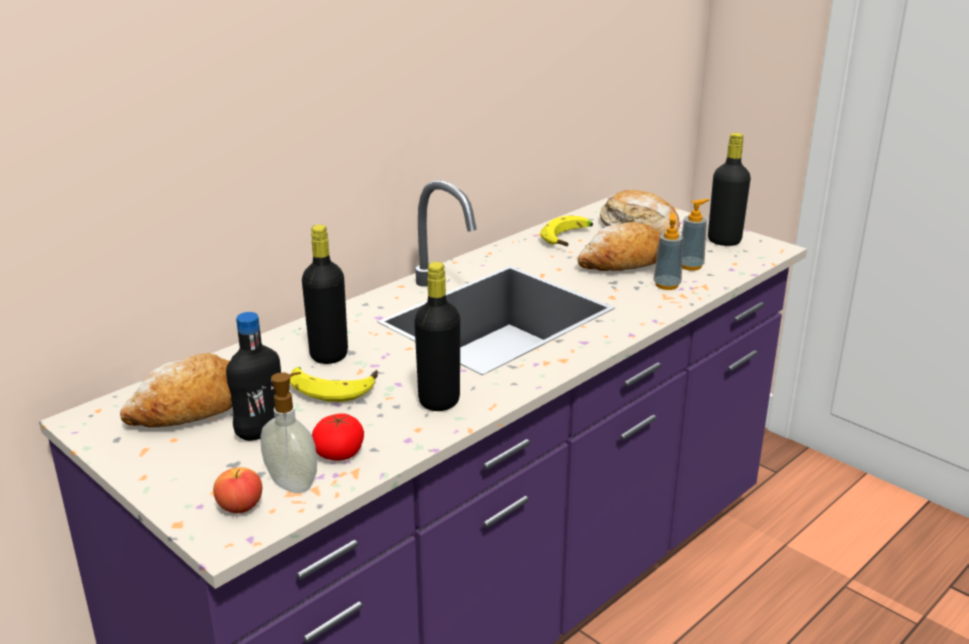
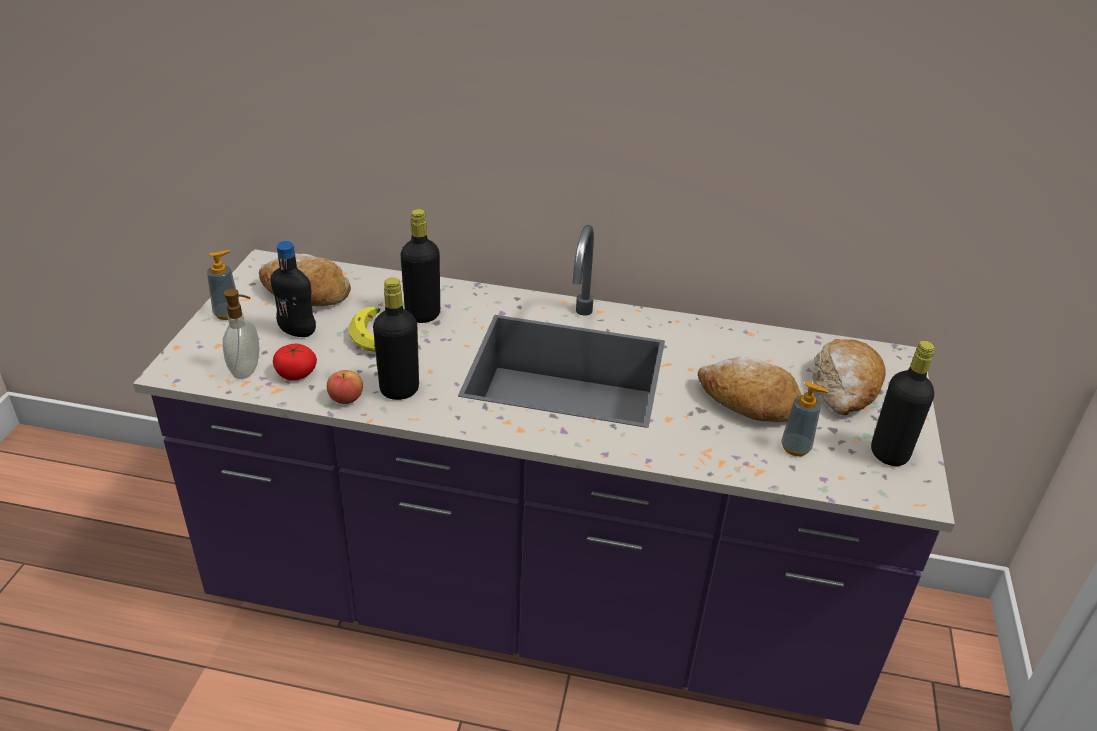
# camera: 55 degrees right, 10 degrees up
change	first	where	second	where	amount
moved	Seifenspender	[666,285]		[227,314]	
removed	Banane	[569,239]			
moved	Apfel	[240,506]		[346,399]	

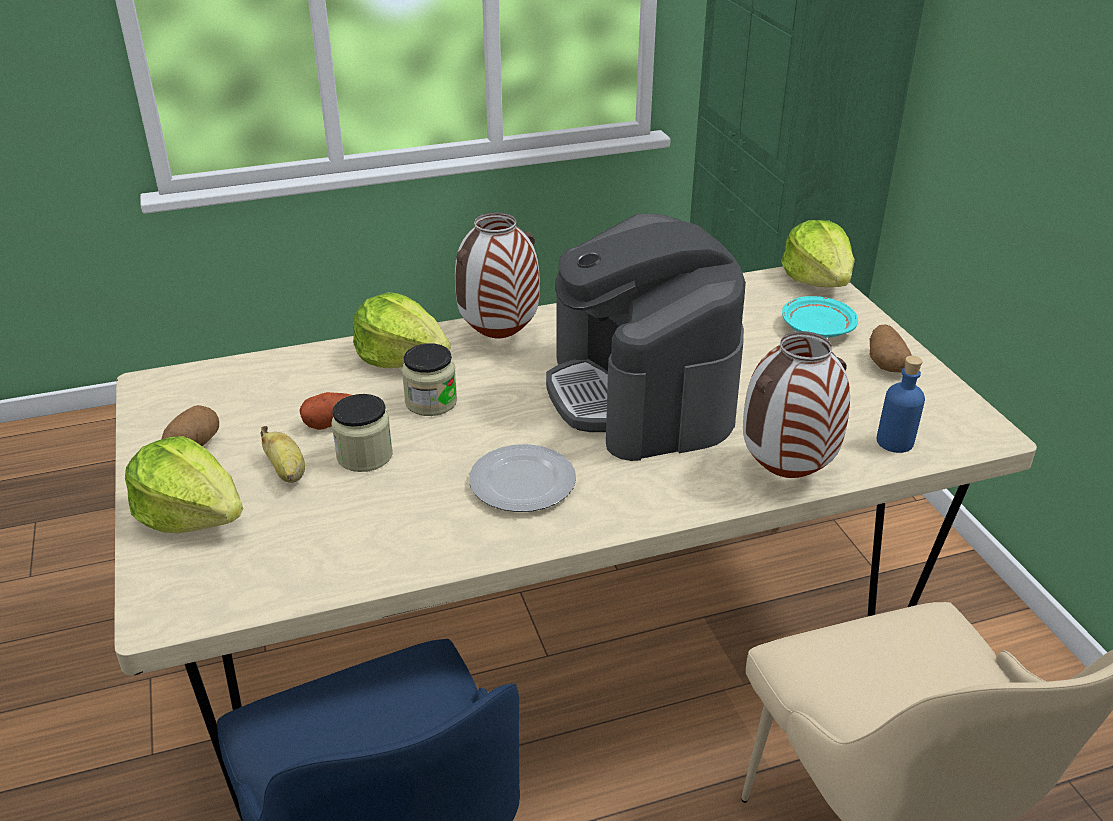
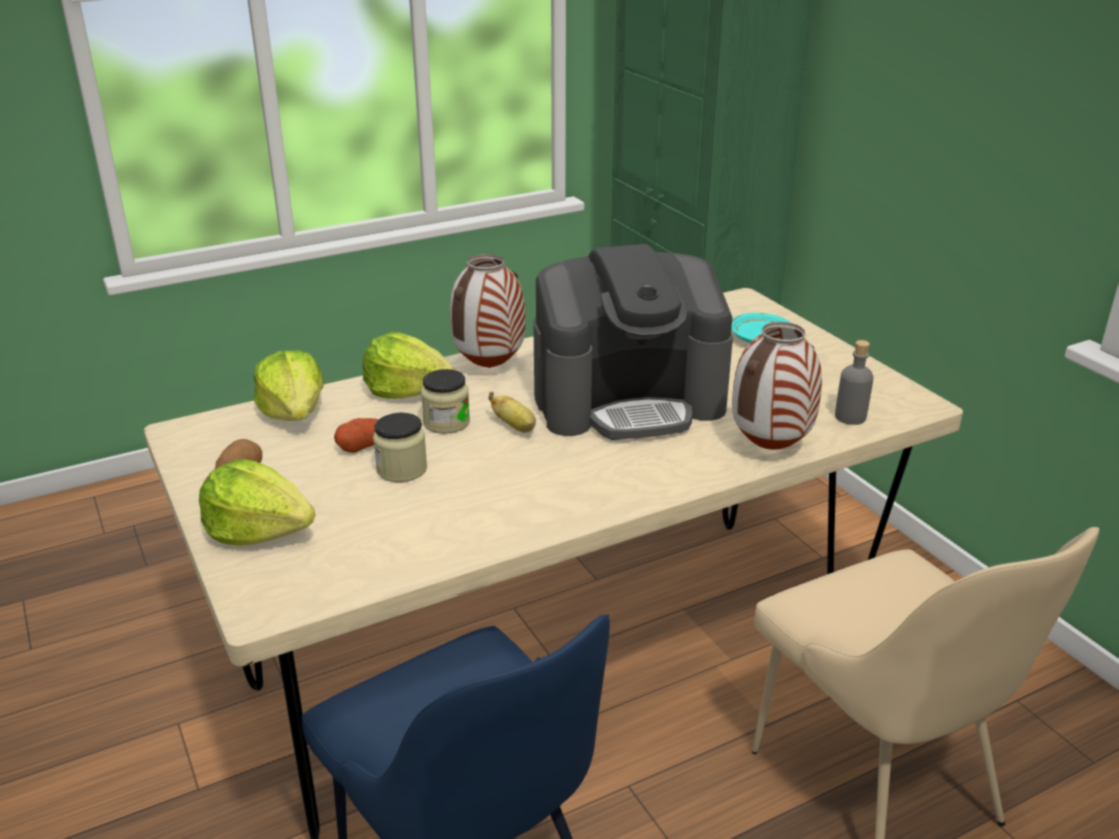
# camera: 10 degrees left, 5 degrees down
change	first	where	second	where	amount
turned	Kaffeemaschine	[641,394]		[629,400]	75 degrees counterclockwise
moved	Salatkopf	[818,280]		[294,413]	
removed	Kartoffel	[885,363]			
recoloured	Flasche [blau]	[895,442]	Flasche [grau]	[850,417]	
moved	Banane	[287,472]		[515,427]	
removed	Teller	[521,483]			

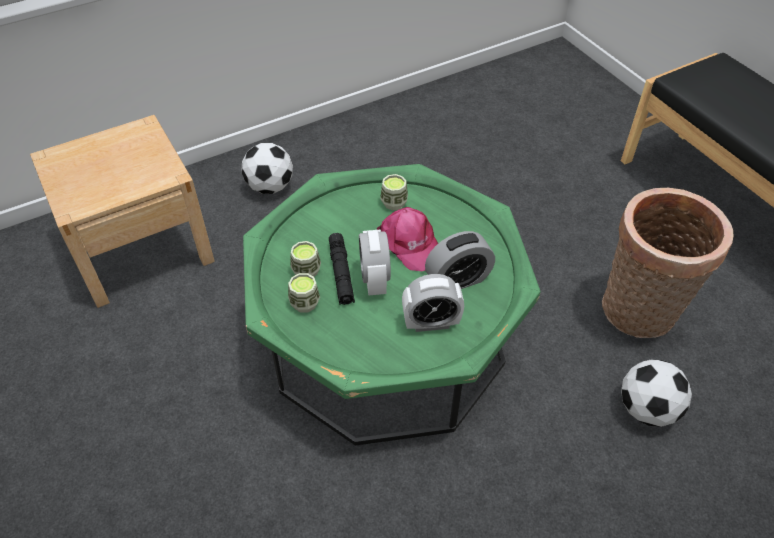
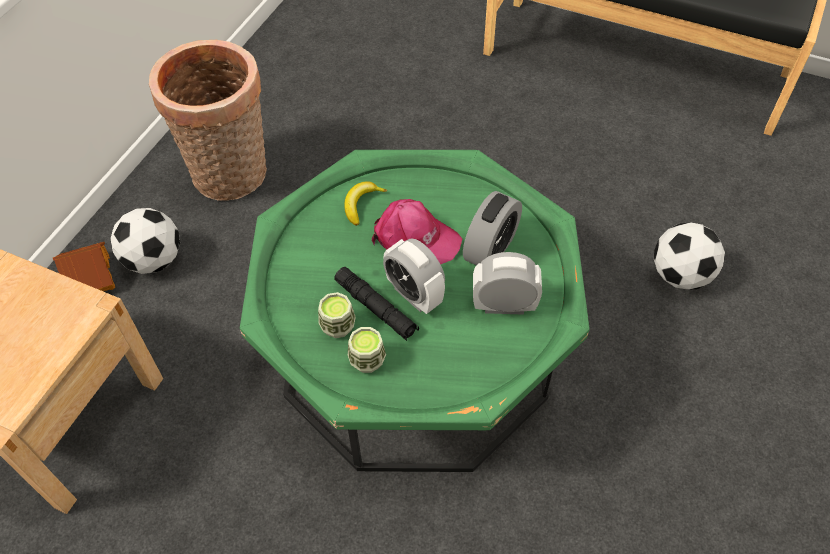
# camera: 35 degrees left, 5 degrees up
change	first	where	second	where	amount
replaced	Tasse	[394,203]	Banane	[361,204]	
moved	Korb	[639,314]		[232,177]	
turned	Wecker	[431,323]		[504,306]	135 degrees counterclockwise
added			Spielzeughaus	[90,277]	

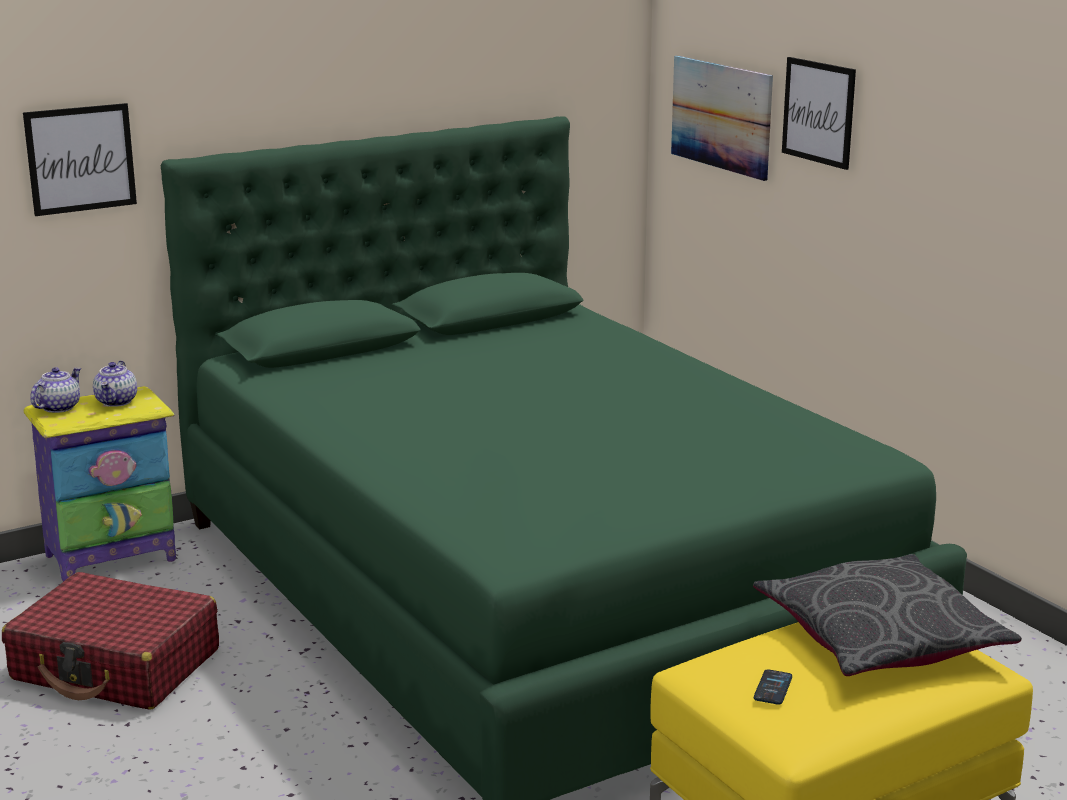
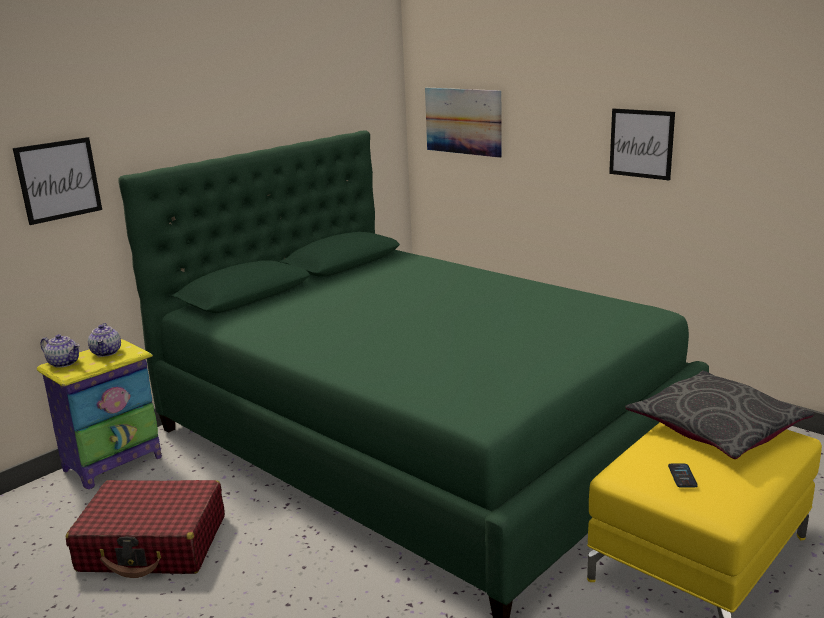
# camera: 15 degrees left, 0 degrees up
change	first	where	second	where	amount
moved	Bild	[818,112]		[641,143]	
turned	Teekanne	[58,407]		[64,363]	105 degrees clockwise

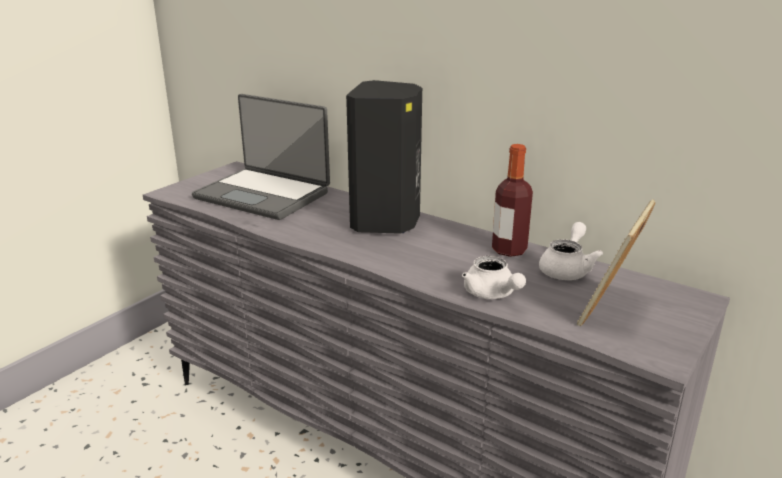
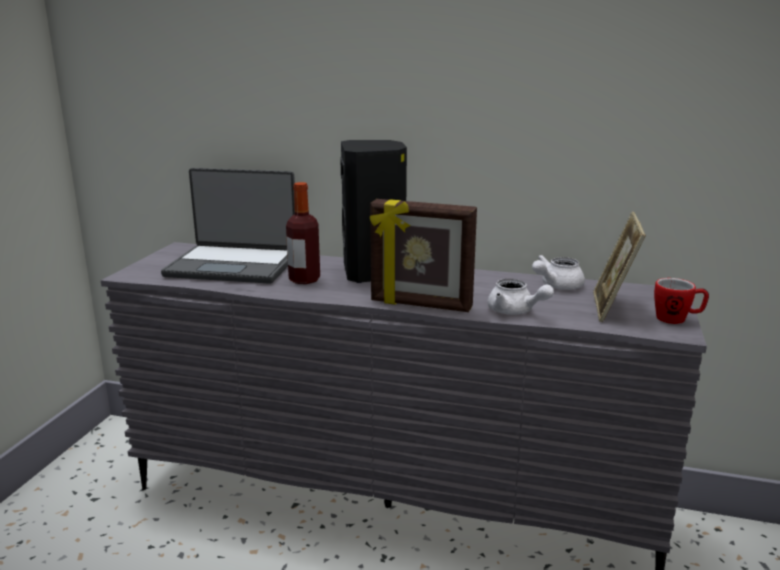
# camera: 20 degrees left, 5 degrees down
change	first	where	second	where	amount
moved	Flasche	[509,250]		[304,280]	
turned	Teekanne [weiß]	[567,269]		[556,286]	135 degrees counterclockwise
added			Bilderrahmen	[420,305]	
added			Henkelbecher	[677,319]	

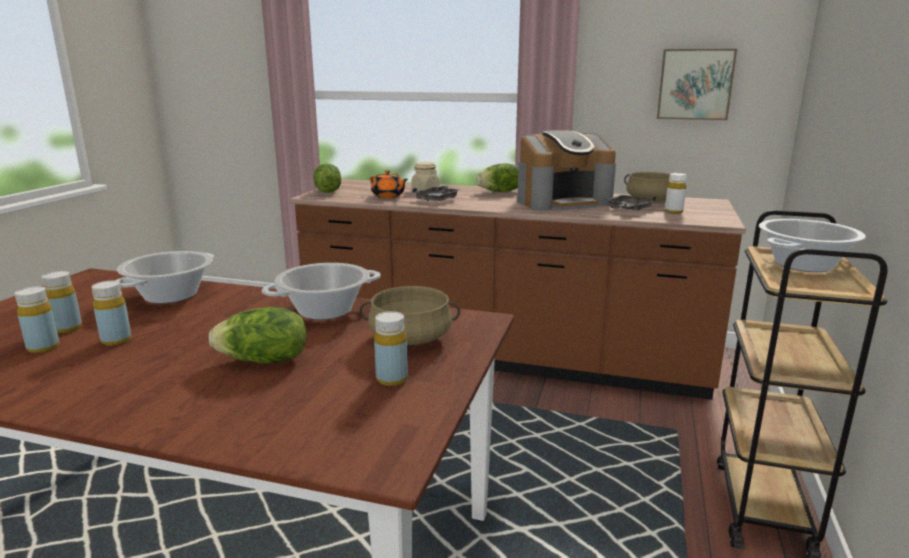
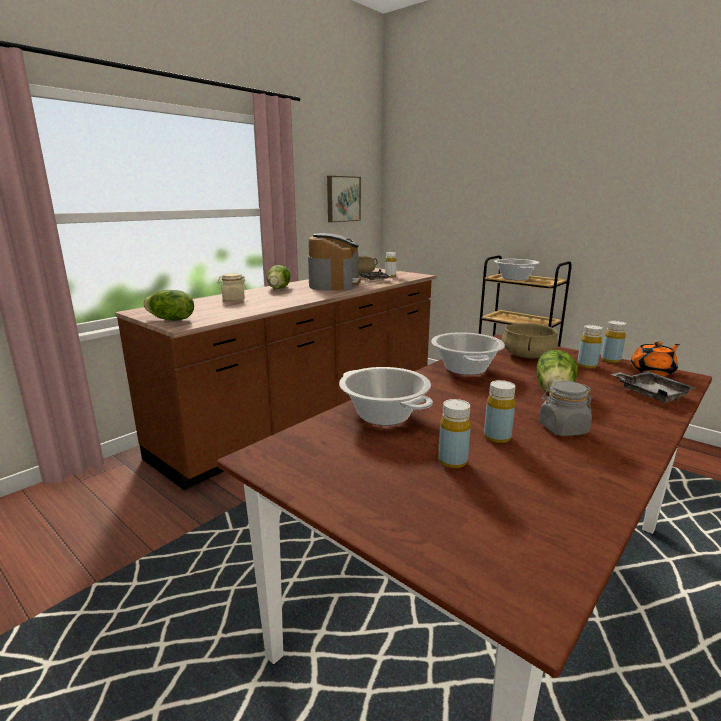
# camera: 65 degrees left, 0 degrees up
change	first	where	second	where	amount
moved	Teekanne [orange]	[388,196]		[653,372]	
moved	Tablett [grau]	[438,199]		[650,393]	
moved	Flasche [gelb]	[43,347]		[610,360]	
added			Vorratsglas [grau]	[562,429]	

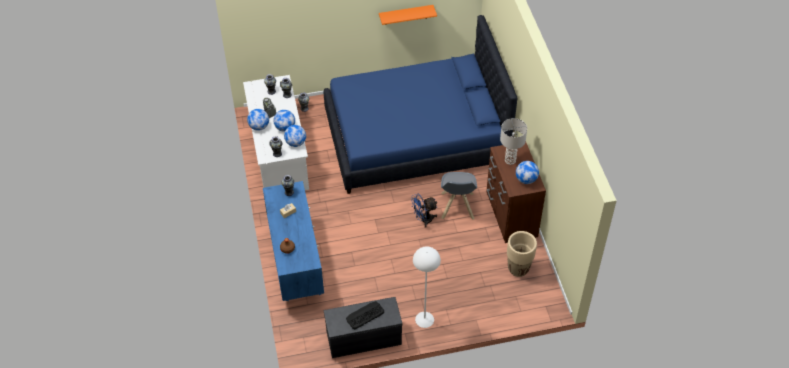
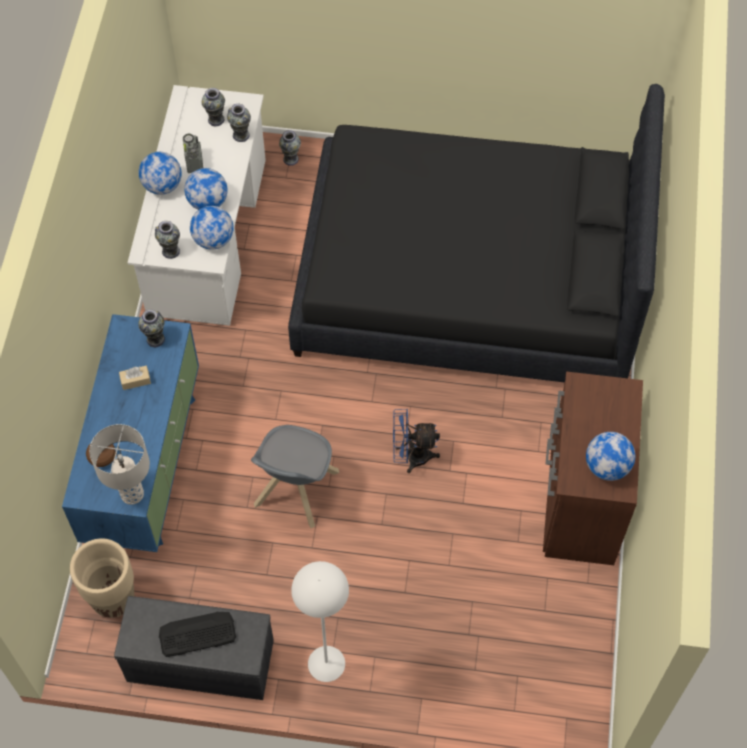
# camera: 20 degrees right, 10 degrees up
change	first	where	second	where	amount
removed	Wandregal [orange]	[406,15]			
recoloured	Bett [blau]	[416,137]	Bett [schwarz]	[468,281]	
moved	Tischlampe [weiß]	[510,160]		[132,494]	
moved	Stuhl [grau]	[457,207]		[295,490]	
moved	Pflanzkübel [beige]	[518,269]		[113,599]	

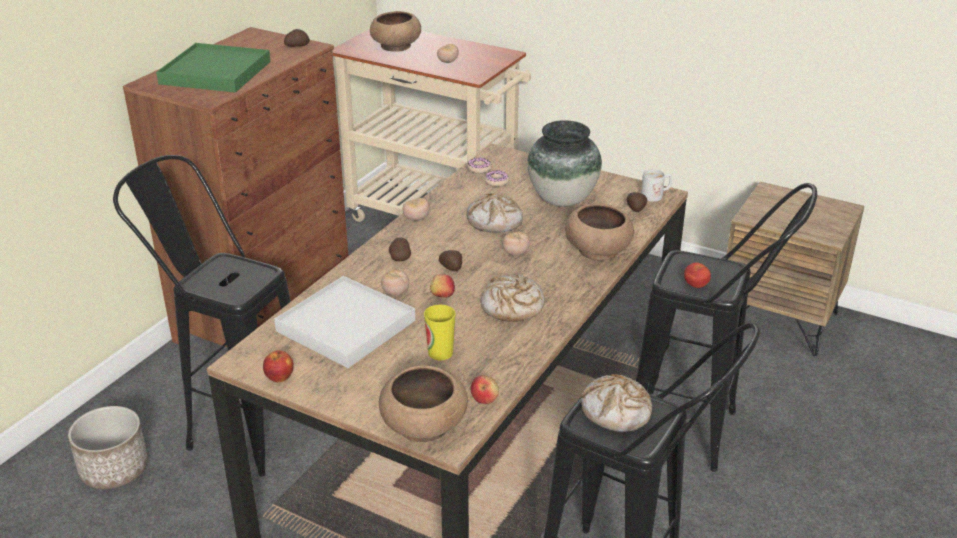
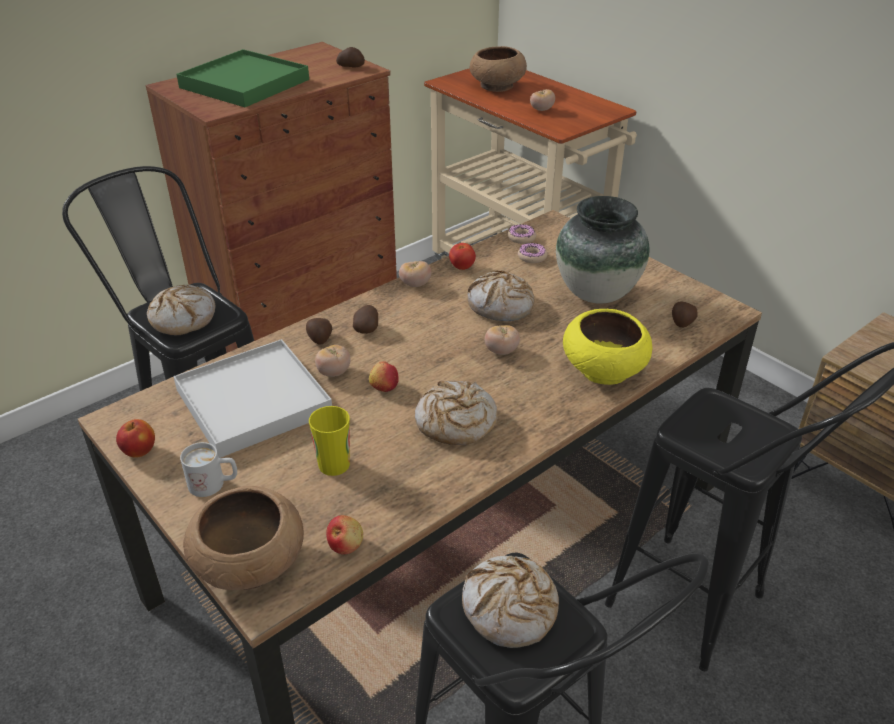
# camera: 20 degrees right, 5 degrees up
change	first	where	second	where	amount
moved	Henkelbecher [weiß]	[656,195]		[214,484]	
recoloured	Schüssel [braun]	[598,250]	Schüssel [gelb]	[604,369]	
moved	Kartoffel	[451,268]		[319,339]	
moved	Tomate	[696,285]		[462,267]	
removed	Pflanzkübel	[114,469]			
added			Brot	[183,318]	

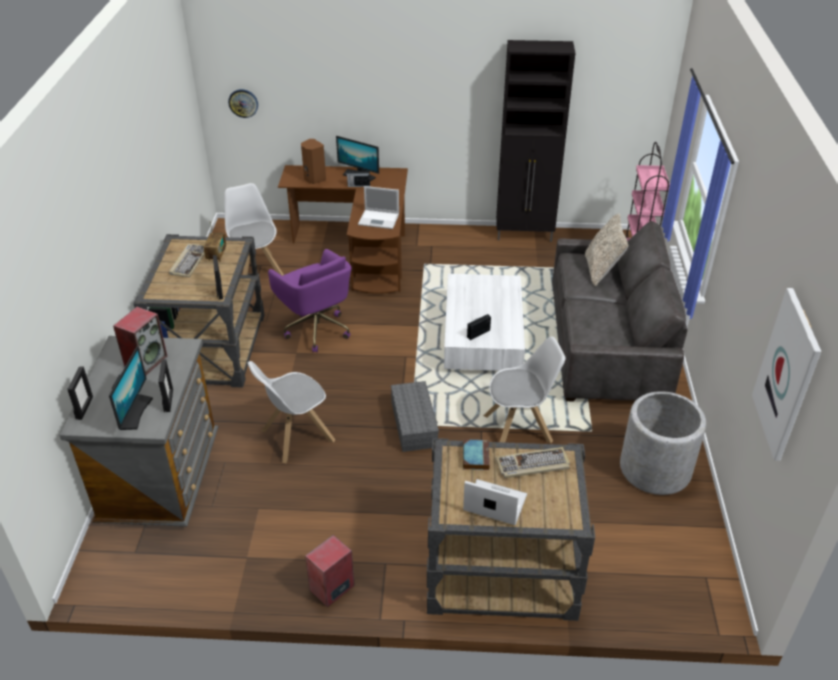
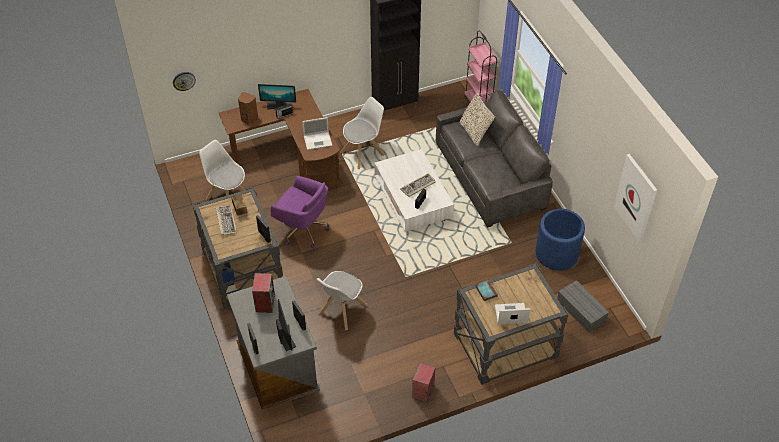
# camera: 25 degrees left, 10 degrees up
change	first	where	second	where	amount
moved	Stuhl	[520,428]		[363,153]	
moved	Aufbewahrungsbox [grau]	[413,423]		[580,310]	
recoloured	Pflanzkübel [grau]	[655,469]	Pflanzkübel [blau]	[557,254]	
moved	Tastatur	[532,465]		[418,186]	

